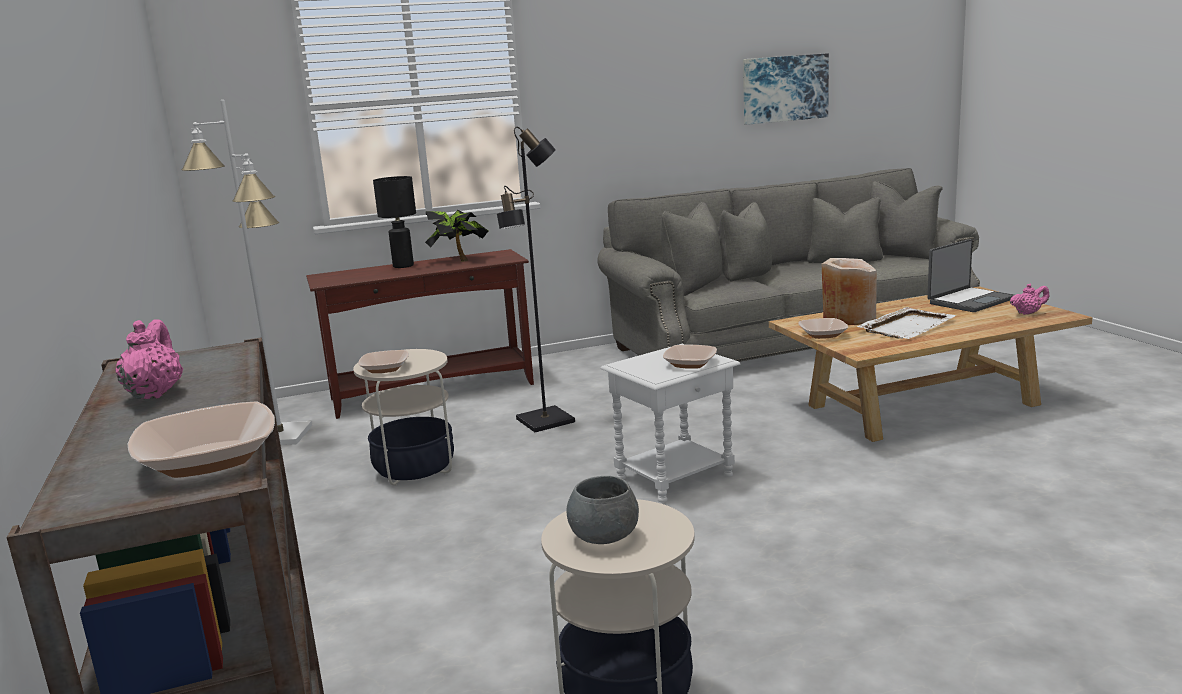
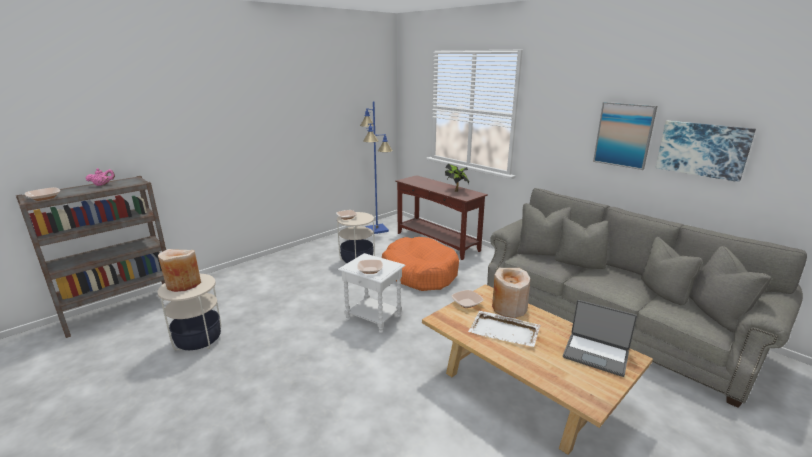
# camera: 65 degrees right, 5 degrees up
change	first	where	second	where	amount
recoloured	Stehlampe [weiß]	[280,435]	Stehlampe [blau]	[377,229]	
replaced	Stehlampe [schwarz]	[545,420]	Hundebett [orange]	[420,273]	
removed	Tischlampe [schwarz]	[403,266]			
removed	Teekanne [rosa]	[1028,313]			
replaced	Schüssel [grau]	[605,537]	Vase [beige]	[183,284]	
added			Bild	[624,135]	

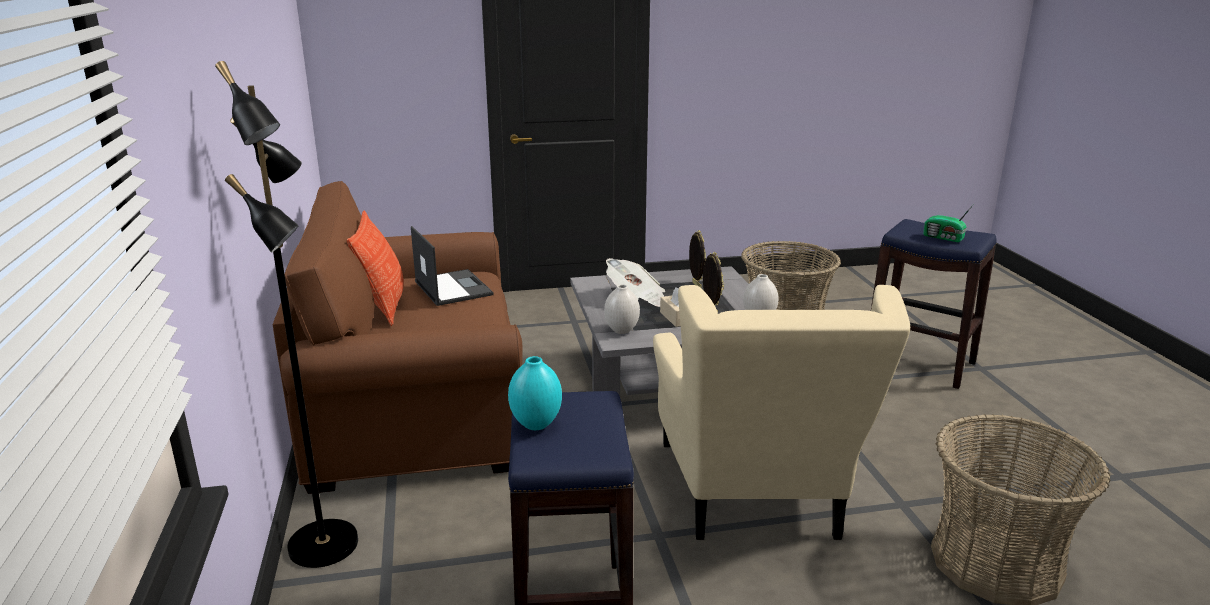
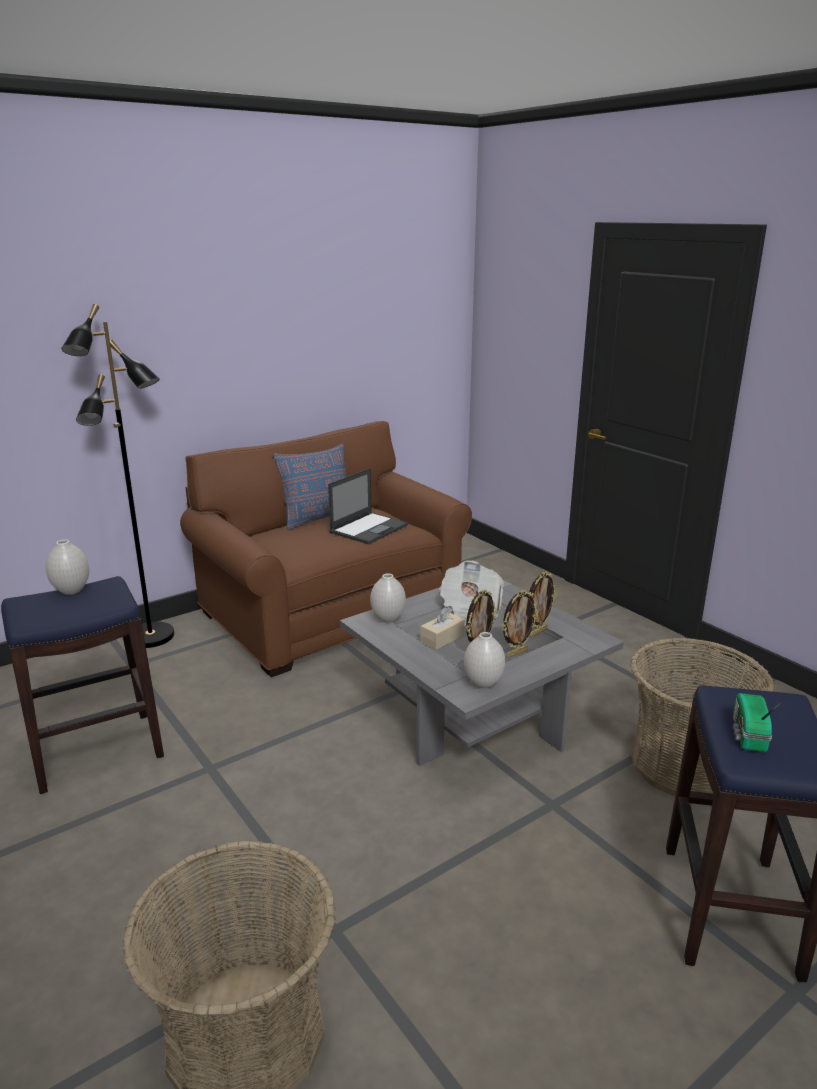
# camera: 65 degrees right, 0 degrees up
change	first	where	second	where	amount
recoloured	Kissen [orange]	[383,307]	Kissen [blau]	[318,519]	
removed	Sessel [beige]	[757,499]			
recoloured	Vase [türkis]	[535,424]	Vase [weiß]	[71,591]	
added			Bilderrahmen	[517,652]	

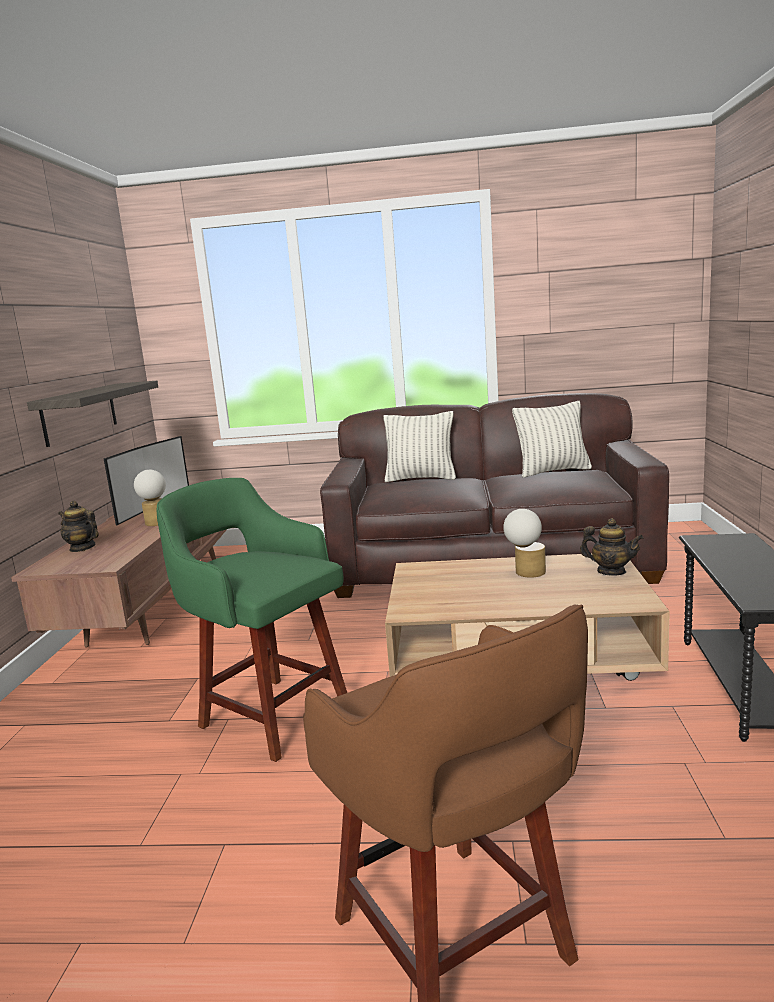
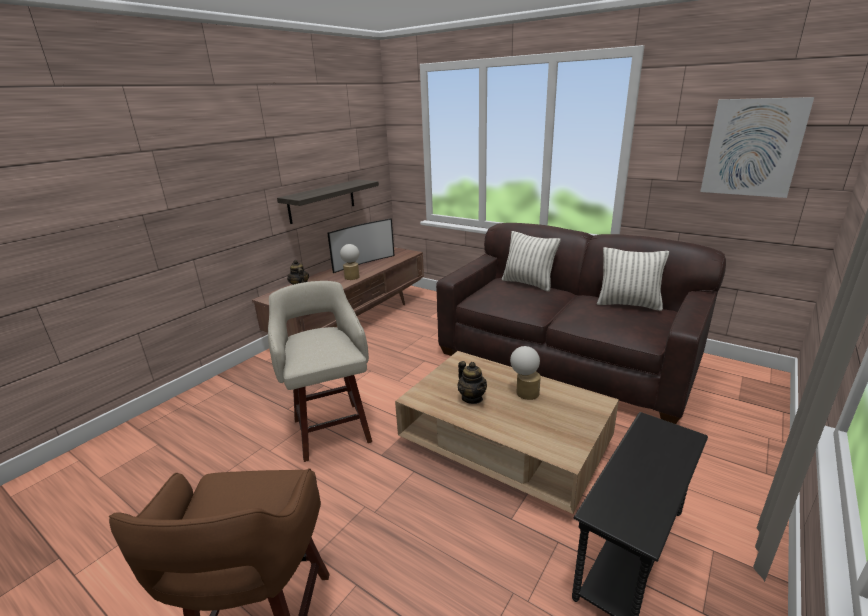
# camera: 30 degrees right, 10 degrees up
change	first	where	second	where	amount
recoloured	Hocker [grün]	[271,715]	Hocker [beige]	[331,428]	
moved	Teekanne	[611,571]		[472,398]	
added			Bild	[752,148]	

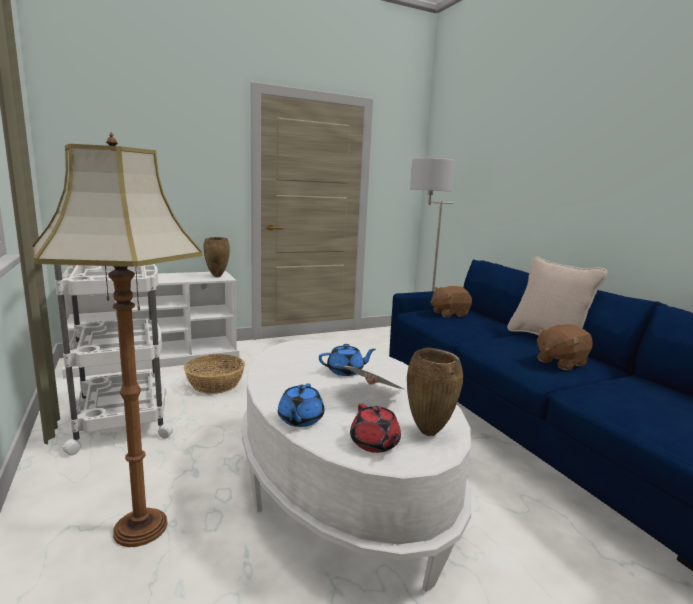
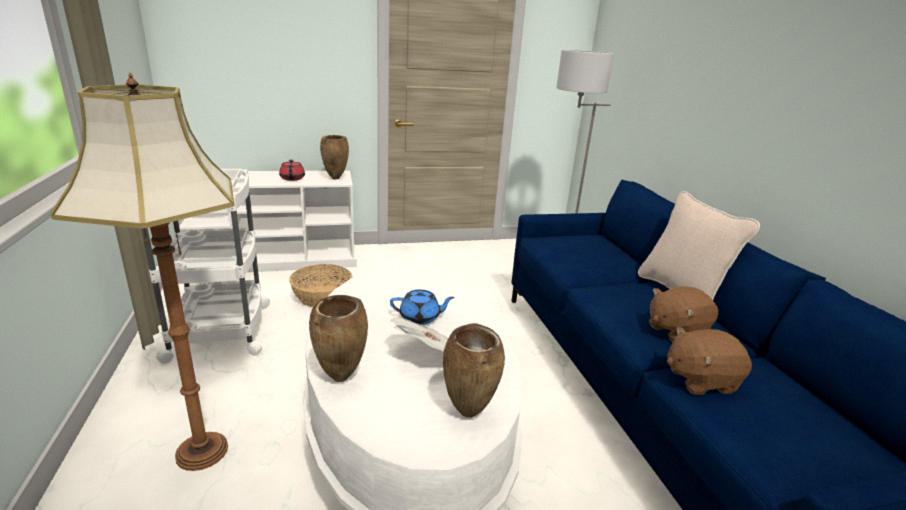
# camera: 10 degrees right, 10 degrees up
change	first	where	second	where	amount
moved	Plüschtier [braun]	[449,314]		[700,379]	
replaced	Teekanne [blau]	[300,419]	Vase [braun]	[341,378]	
moved	Teekanne [rot]	[375,444]		[292,178]	

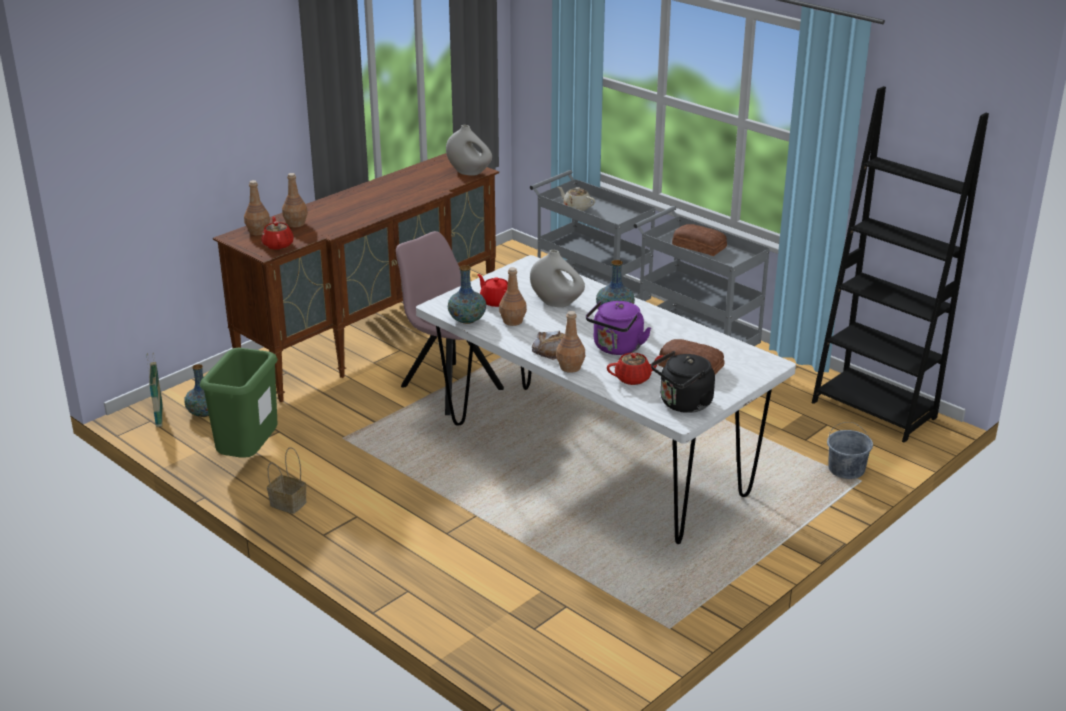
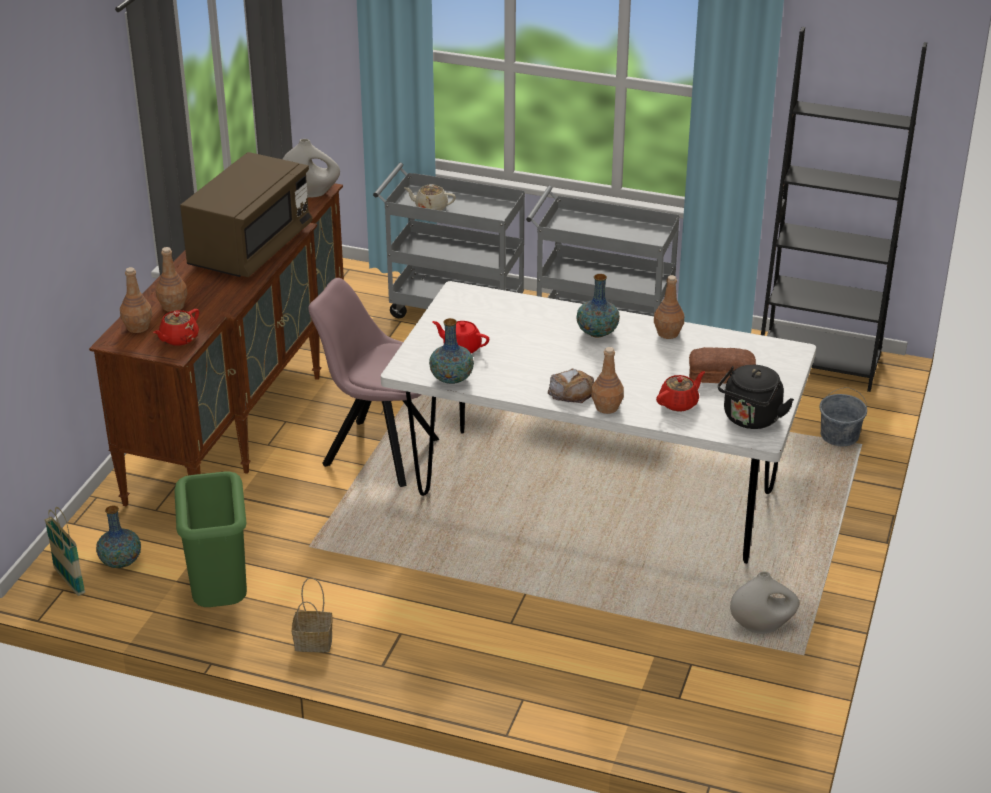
# camera: 25 degrees left, 5 degrees up
change	first	where	second	where	amount
turned	Teekanne [rot]	[278,244]		[178,339]	105 degrees counterclockwise
removed	Brot	[699,246]			
moved	Vase [weiß]	[557,303]		[762,626]	
moved	Flasche [braun]	[512,321]		[667,333]	
removed	Wasserkessel [lila]	[616,348]			
added			Mikrowelle [braun]	[251,248]	

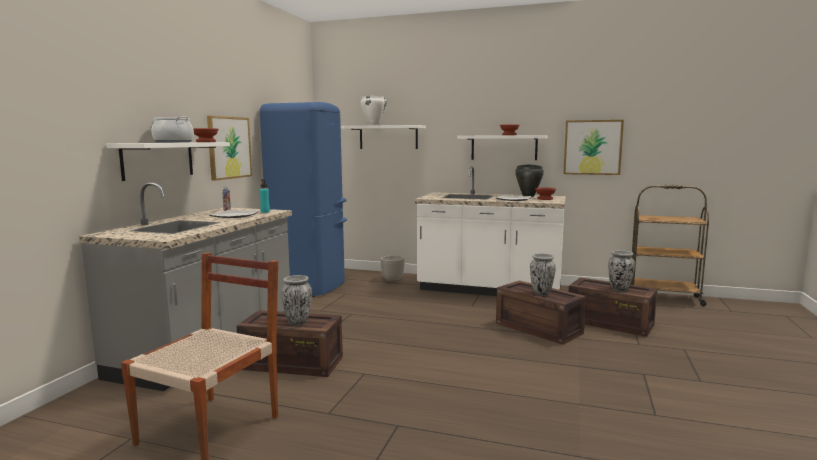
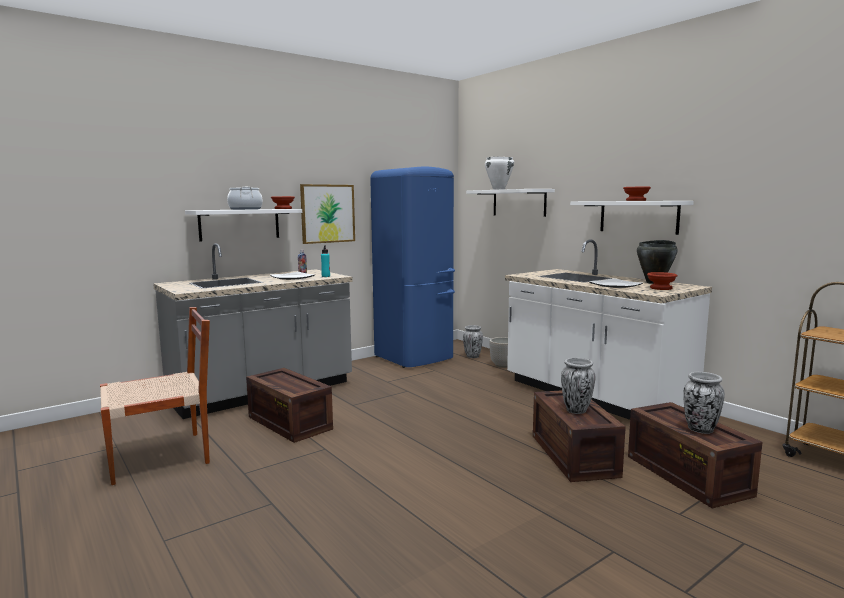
# camera: 35 degrees right, 0 degrees up
change	first	where	second	where	amount
removed	Bild	[592,147]			
moved	Vase	[297,322]		[472,356]	

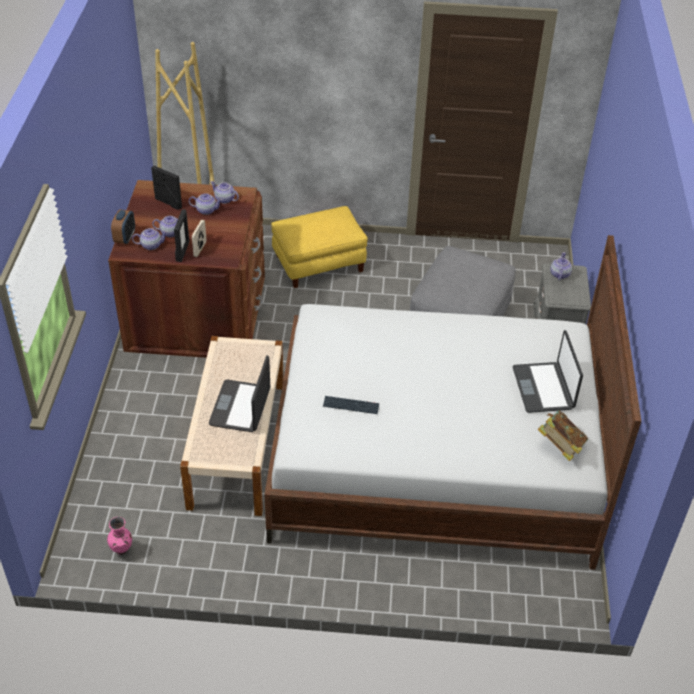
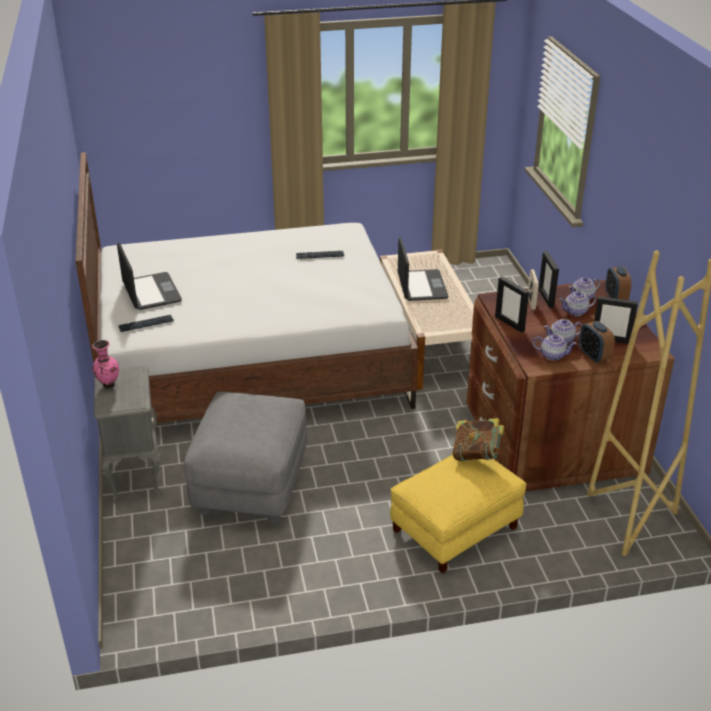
# camera: 165 degrees right, 10 degrees down
change	first	where	second	where	amount
removed	Teekanne	[559,274]			
moved	Buch	[560,446]		[476,455]	
moved	Vase [rosa]	[122,550]		[108,385]	
added			Bilderrahmen	[510,323]	
added			Tastatur	[146,324]	
added			Wecker	[594,356]	

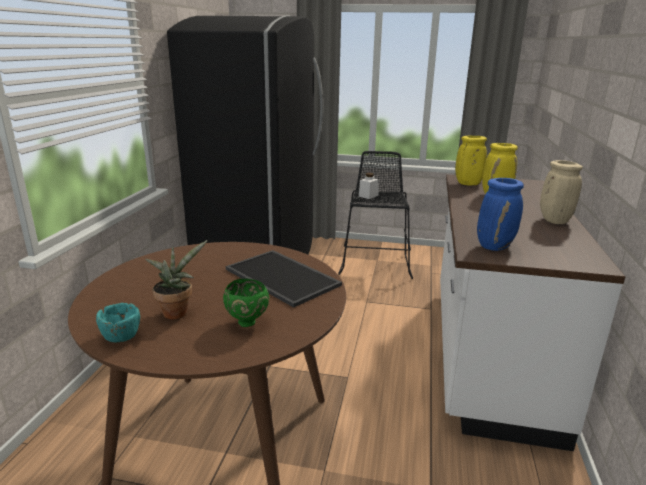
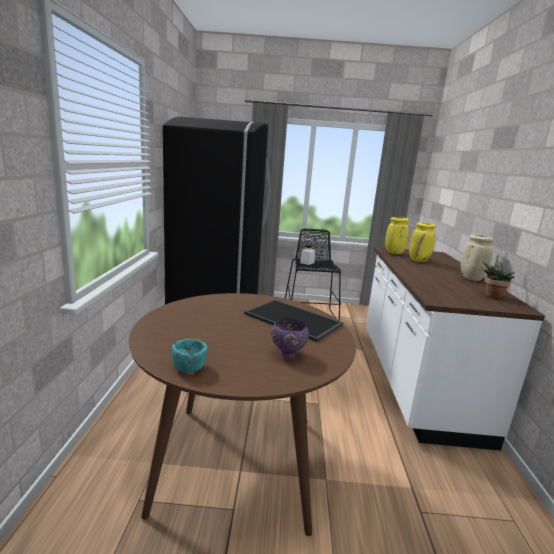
# camera: 10 degrees left, 5 degrees down
change	first	where	second	where	amount
removed	Vase [blau]	[494,246]			
moved	Topfpflanze	[177,311]		[492,295]	
recoloured	Schüssel [grün]	[248,323]	Schüssel [lila]	[288,354]	

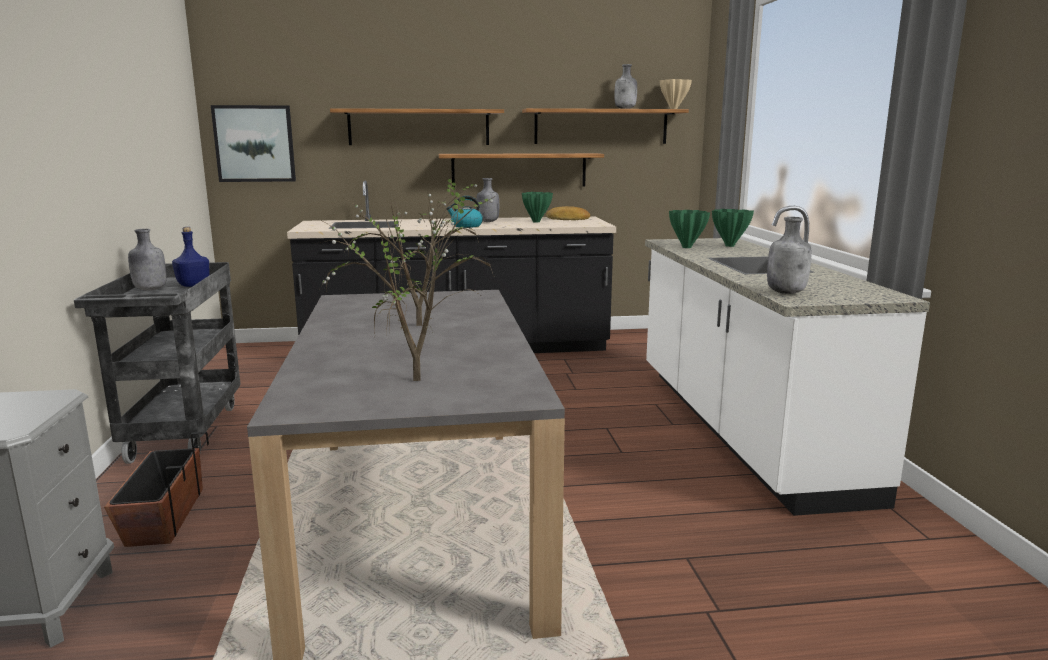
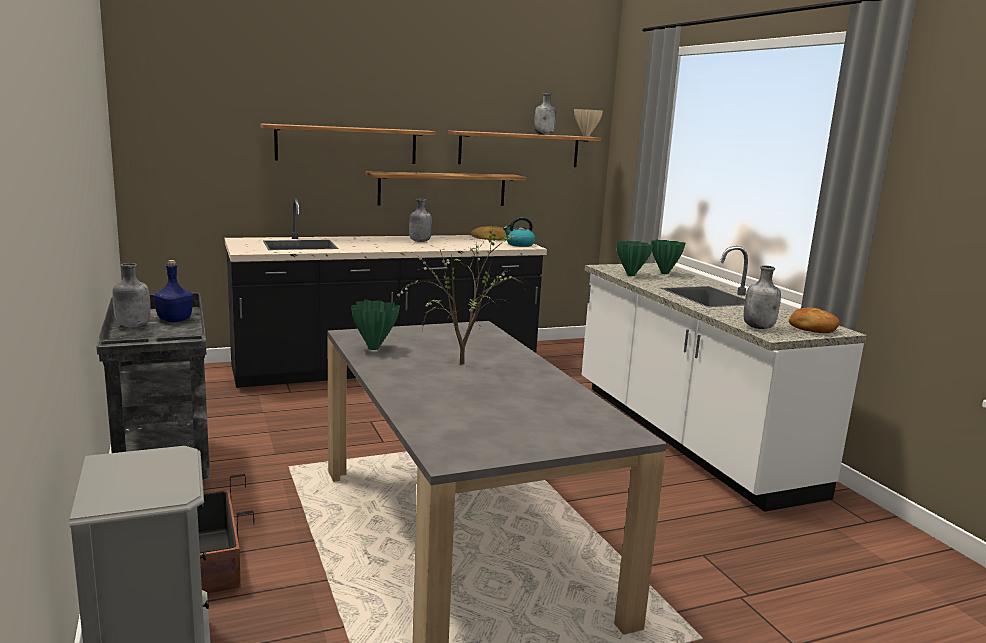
# camera: 15 degrees left, 0 degrees up
change	first	where	second	where	amount
removed	Bild	[254,143]			
removed	Topfpflanze	[420,378]			
moved	Vase [grün]	[536,222]		[374,348]	
moved	Wasserkessel	[466,226]		[519,244]	
added			Brot	[811,328]	

